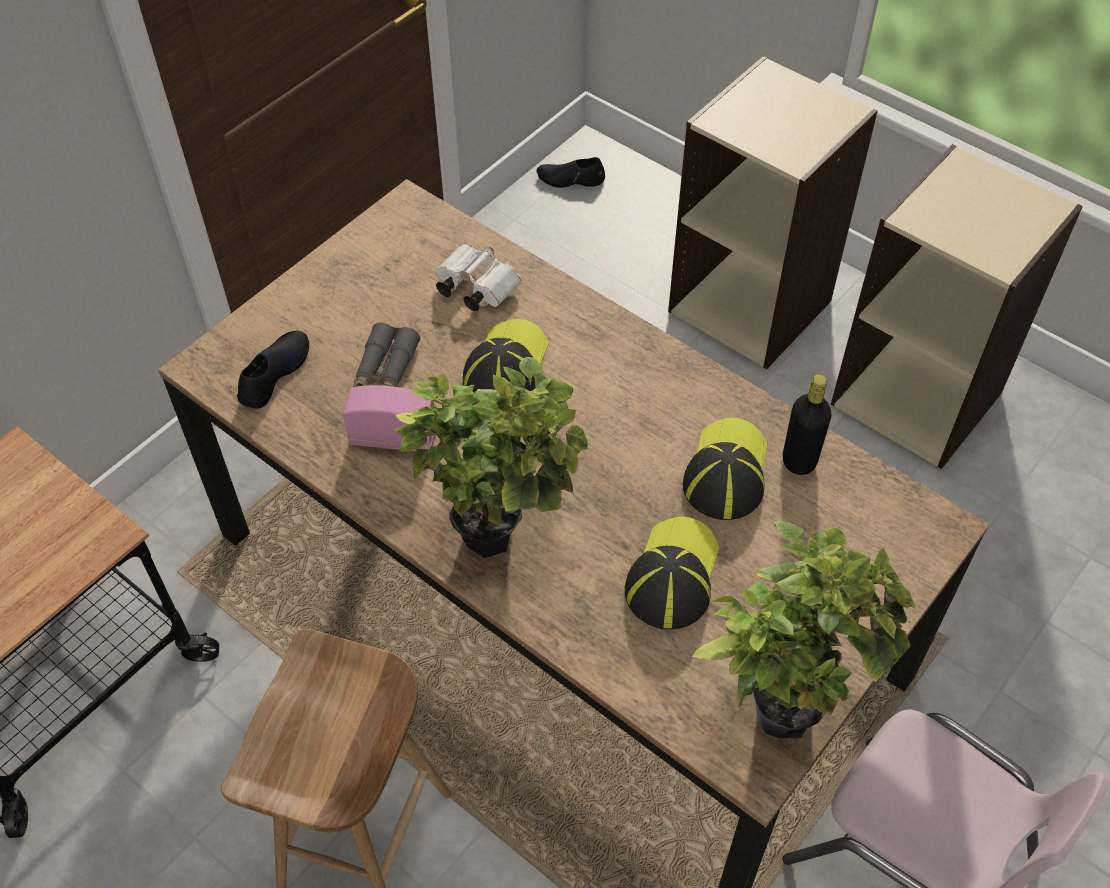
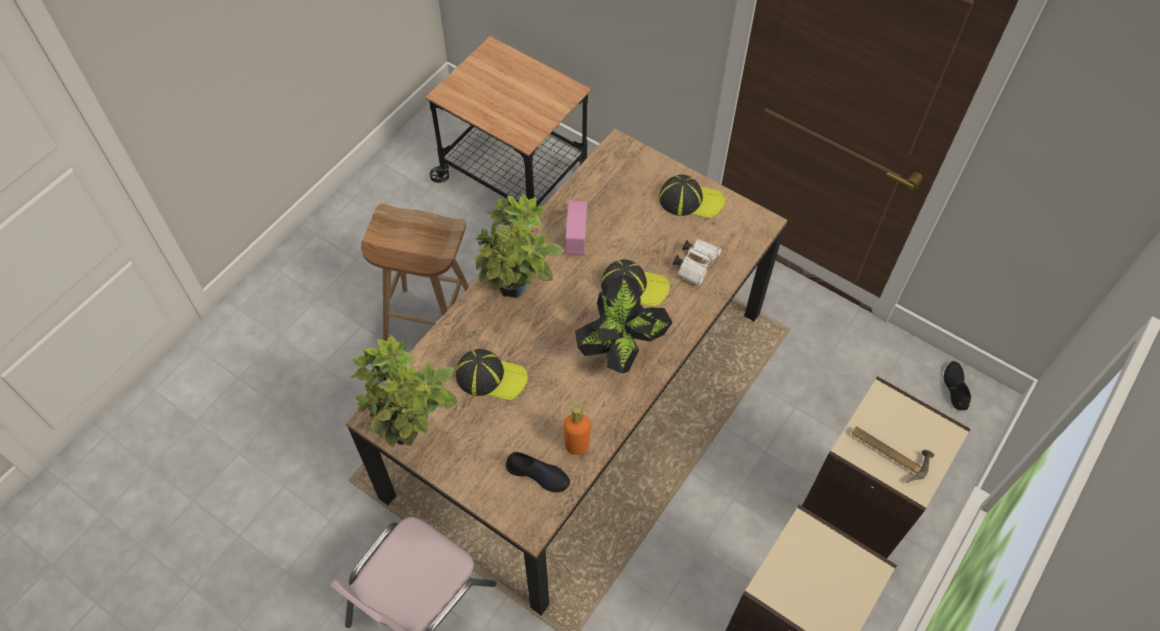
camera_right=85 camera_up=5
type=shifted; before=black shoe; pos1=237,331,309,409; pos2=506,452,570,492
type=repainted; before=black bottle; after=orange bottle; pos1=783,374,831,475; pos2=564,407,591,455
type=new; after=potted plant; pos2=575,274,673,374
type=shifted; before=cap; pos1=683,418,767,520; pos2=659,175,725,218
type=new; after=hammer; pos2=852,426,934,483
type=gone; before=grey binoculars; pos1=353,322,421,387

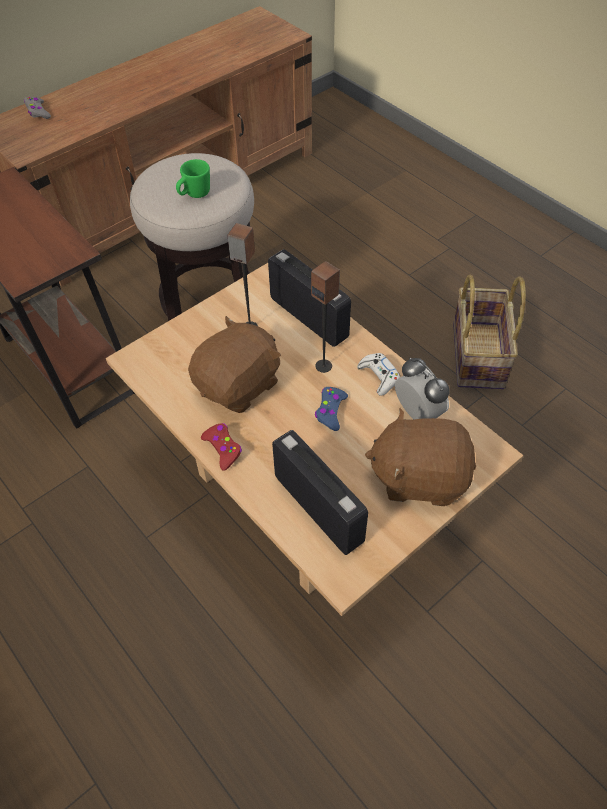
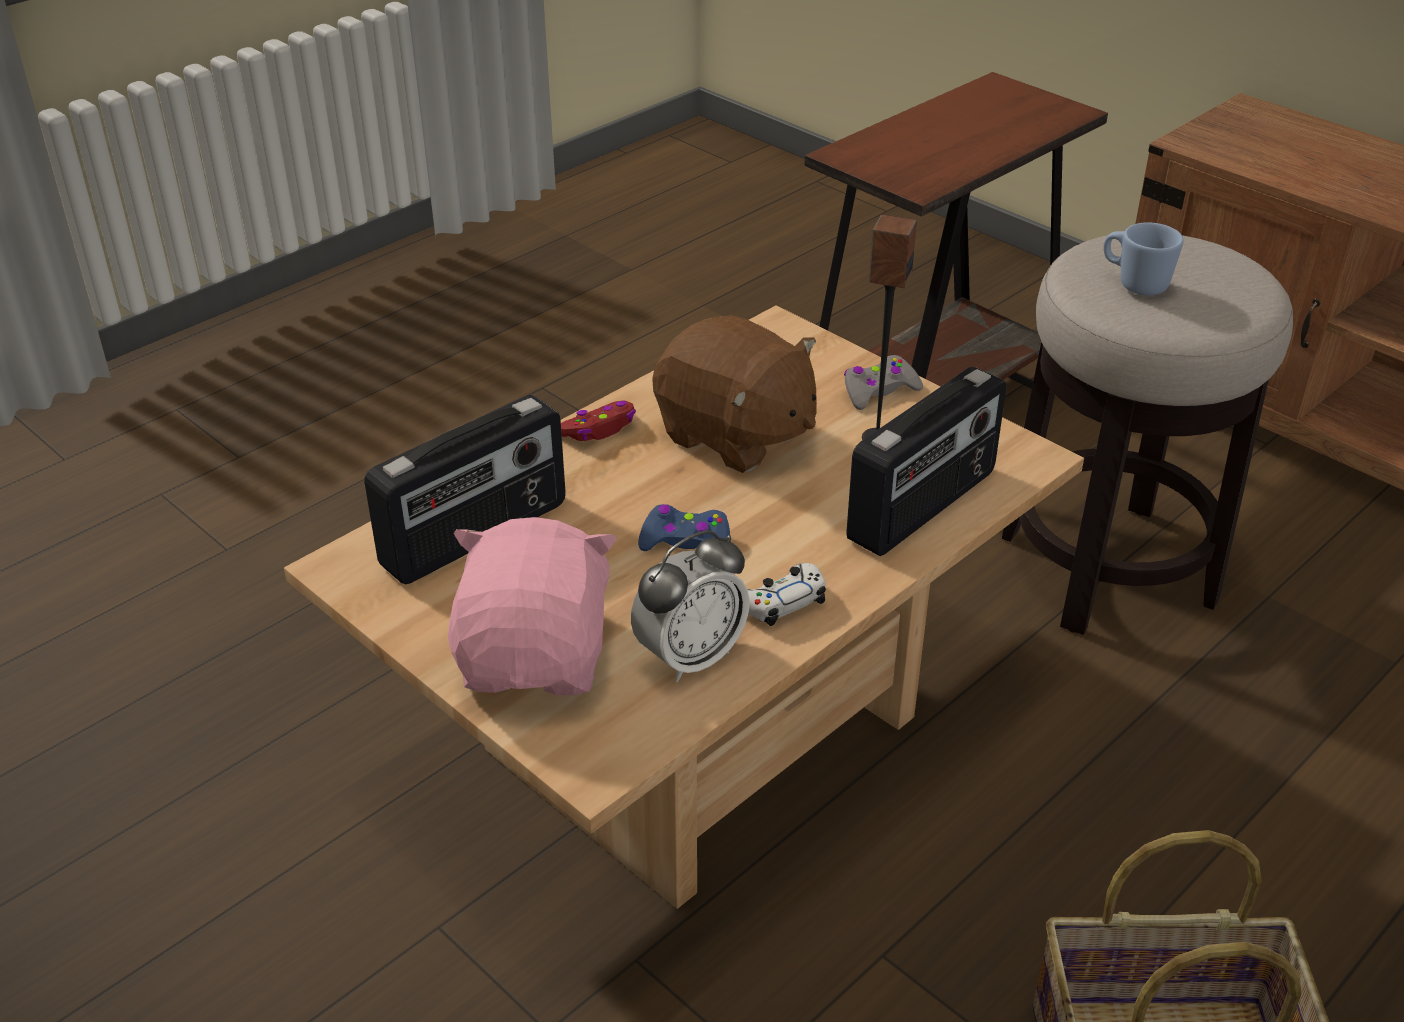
camera_right=85 camera_up=-15
type=repainted; before=brown plush toy; after=pink plush toy; pos1=365,408,476,506; pos2=448,517,617,695
type=shifted; before=grey game controller; pos1=24,97,51,119; pos2=844,355,923,410
type=repainted; before=green mug; after=blue mug; pos1=176,159,210,198; pos2=1104,223,1184,295
type=gone; before=speaker; pos1=311,261,340,373

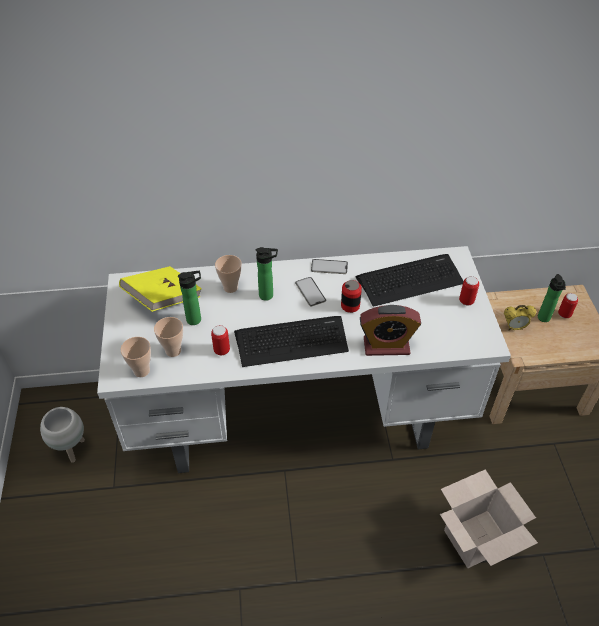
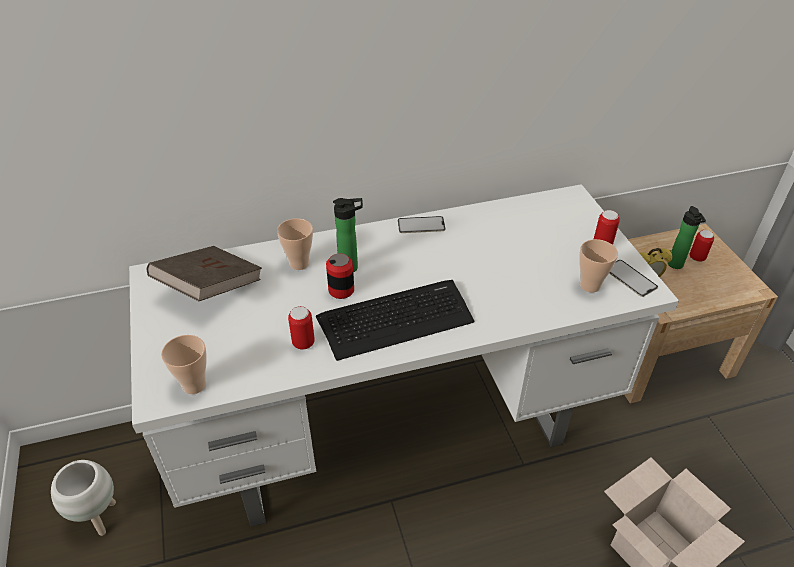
camera_right=-10 camera_up=-5
type=repainted; before=yellow book; after=brown book; pos1=119,266,202,312; pos2=147,246,262,301
type=shifted; before=can; pos1=341,280,362,313; pos2=326,253,354,299
type=shifted; before=cup; pos1=154,317,183,357; pos2=579,239,618,292
type=shifted; before=phone; pos1=295,277,326,307; pos2=609,260,658,297
type=gone; before=bottle; pos1=178,271,201,325
type=gone; before=keyboard; pos1=356,254,463,307
type=gone; before=alarm clock; pos1=360,305,421,356

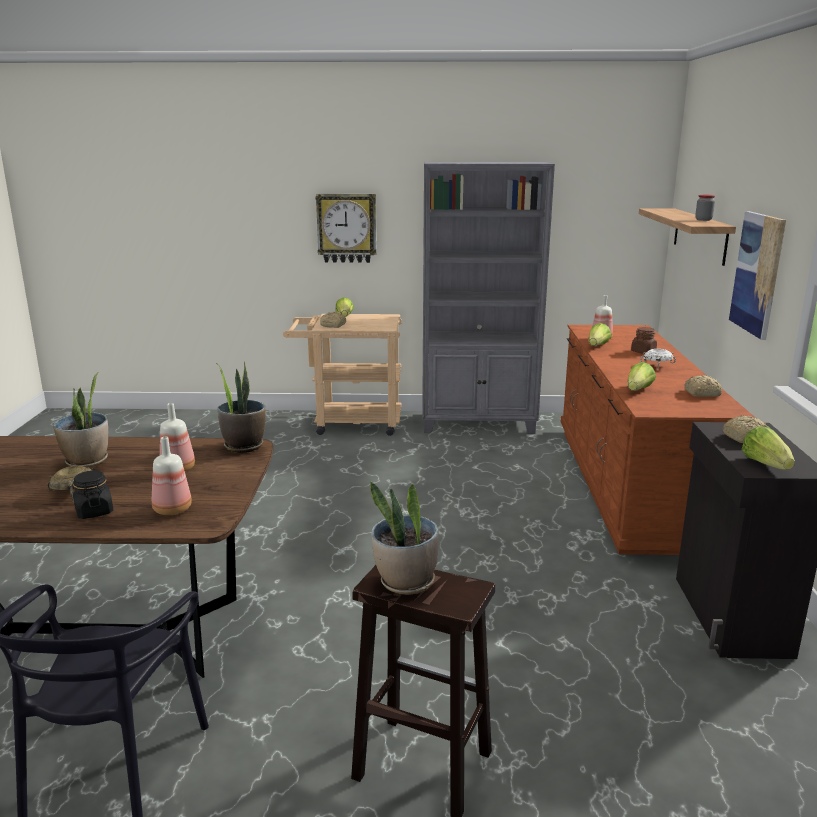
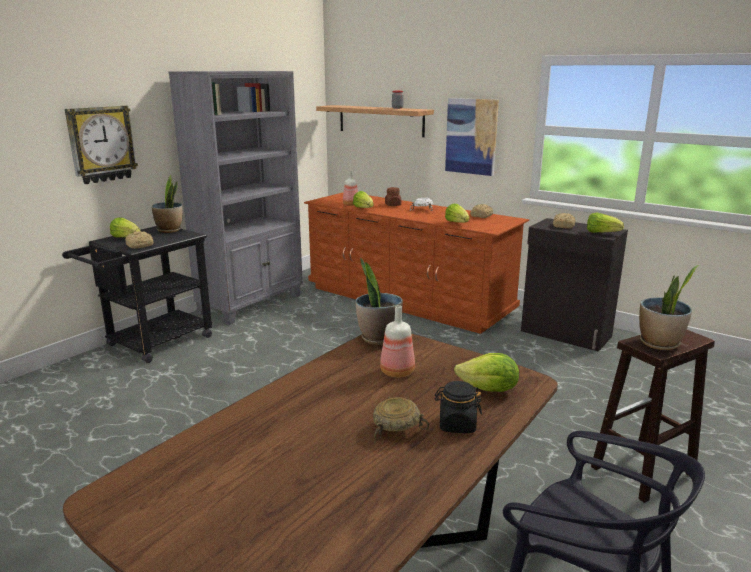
camera_right=-55 camera_up=0
type=repainted; before=beige cart; after=black cart; pos1=283,314,402,436; pos2=62,226,212,363
type=shifted; before=potted plant; pos1=53,372,109,468; pos2=151,175,183,233
type=swapped; before=bottle; after=lettuce; pos1=152,437,192,515; pos2=454,353,519,392

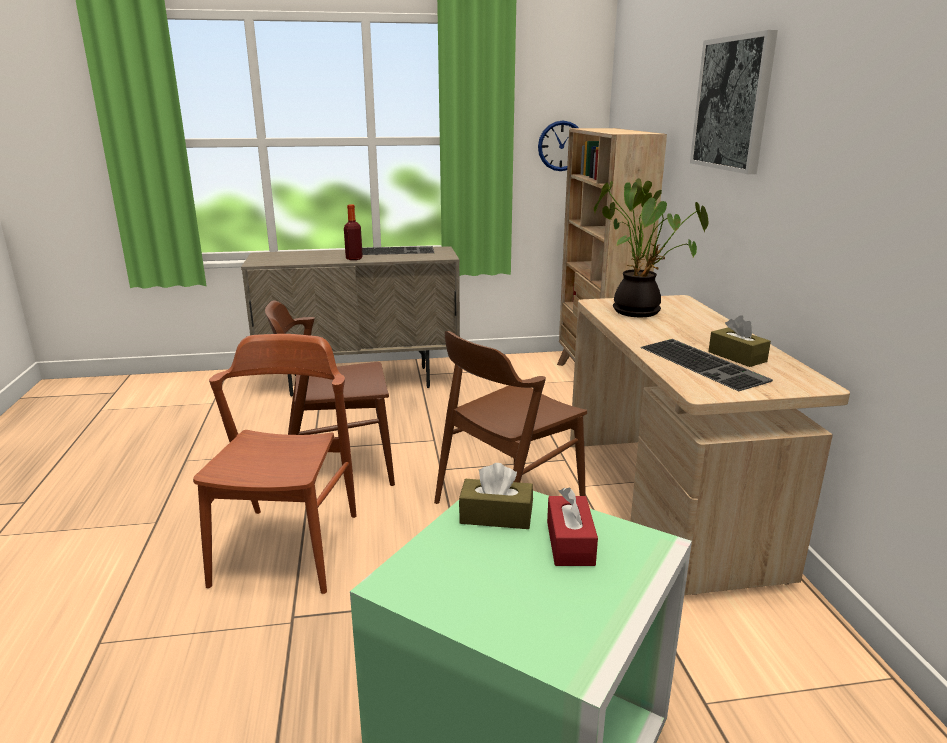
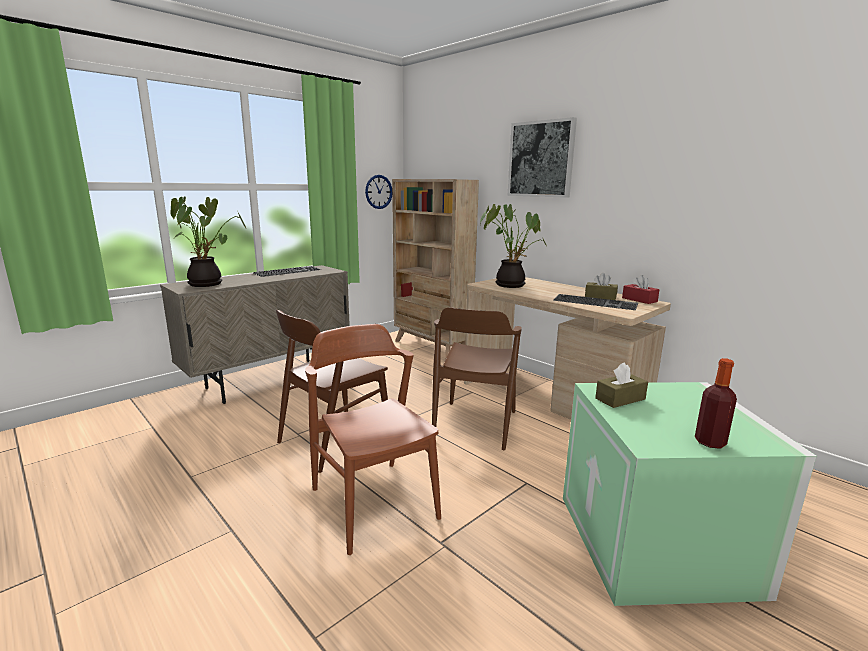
camera_right=-35 camera_up=-5
type=new; after=potted plant; pos2=170,196,246,287
type=shifted; before=red tissue box; pos1=547,487,598,566; pos2=622,275,660,304
type=shifted; before=bottle; pos1=344,204,363,260; pos2=695,358,737,449

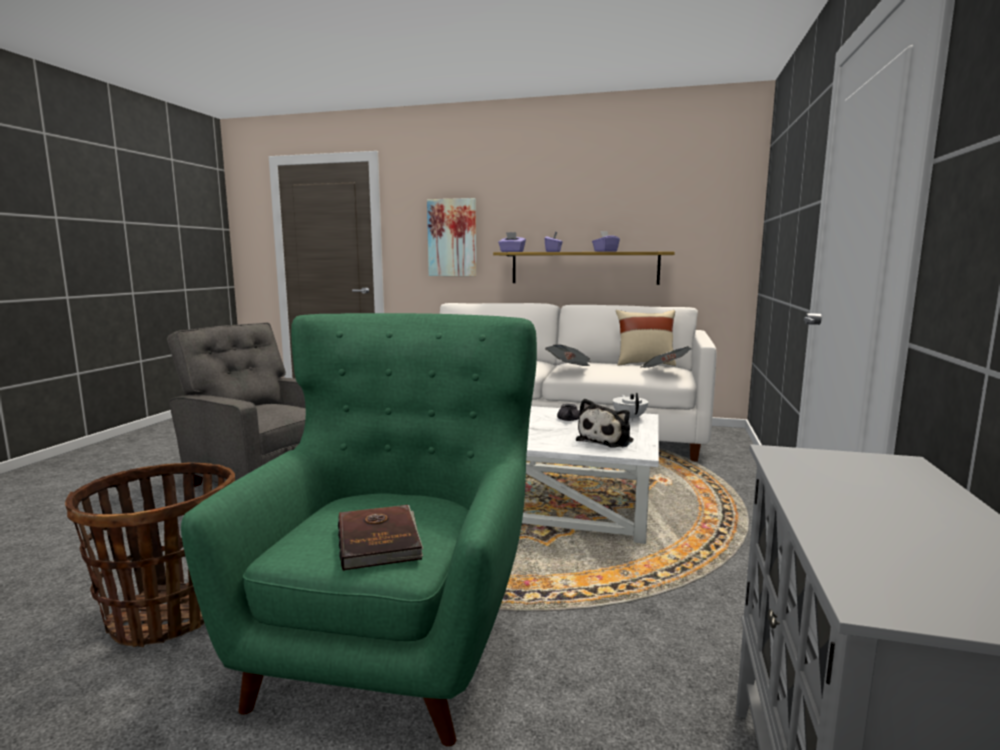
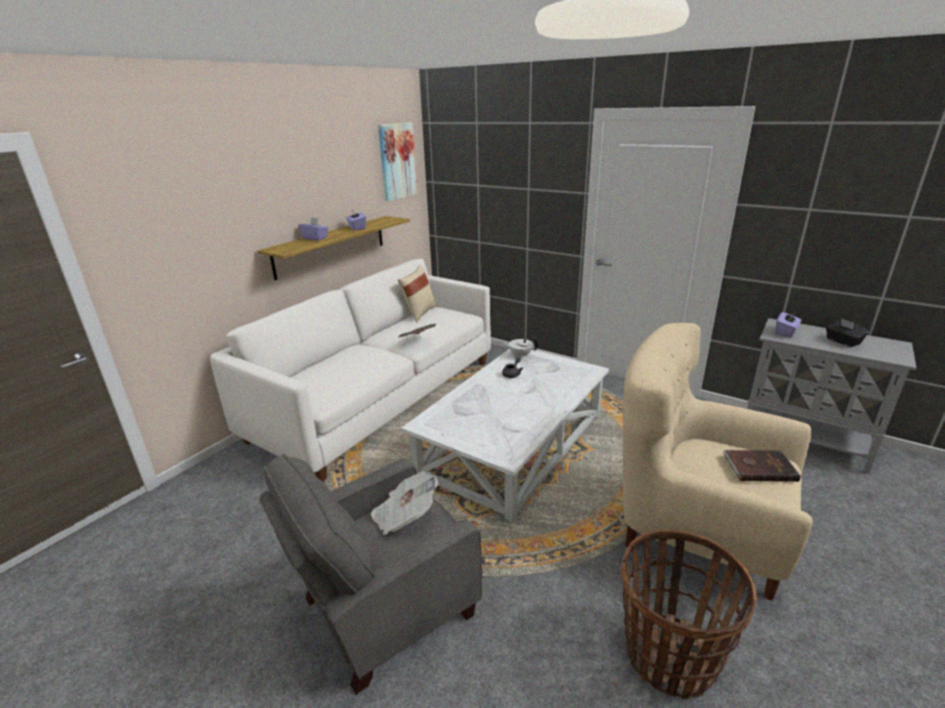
camera_right=-70 camera_up=15
type=shifted; before=newspaper; pos1=640,346,692,368; pos2=371,471,439,535
type=shifted; before=picture; pos1=427,198,476,276; pos2=378,122,418,201
type=repainted; before=green armchair; after=beige armchair; pos1=181,313,537,747; pos2=623,323,812,600
type=shifted; before=purple tissue box; pos1=498,232,526,252; pos2=775,311,801,337
type=new; after=black tissue box; pos2=826,318,869,347
type=gone; before=plush toy; pos1=576,399,633,448

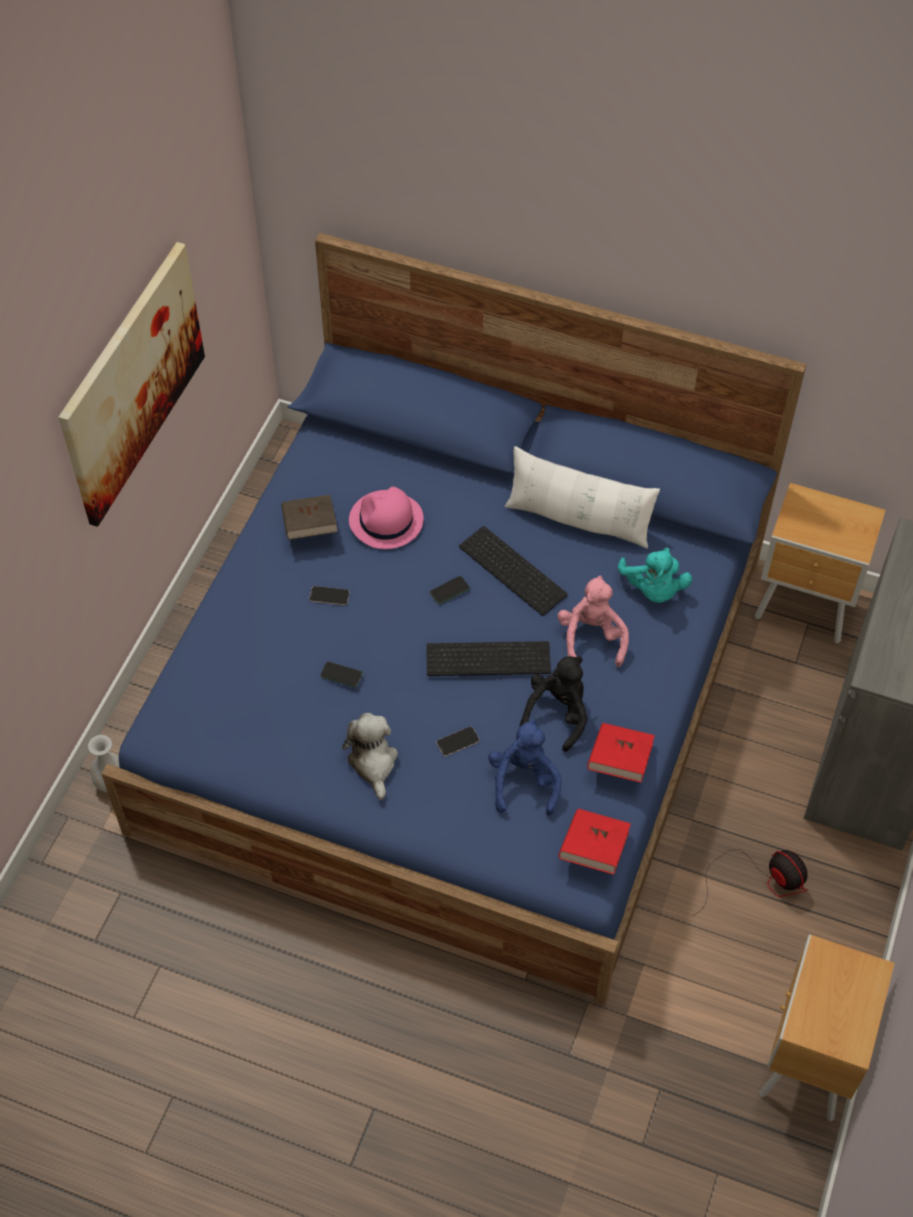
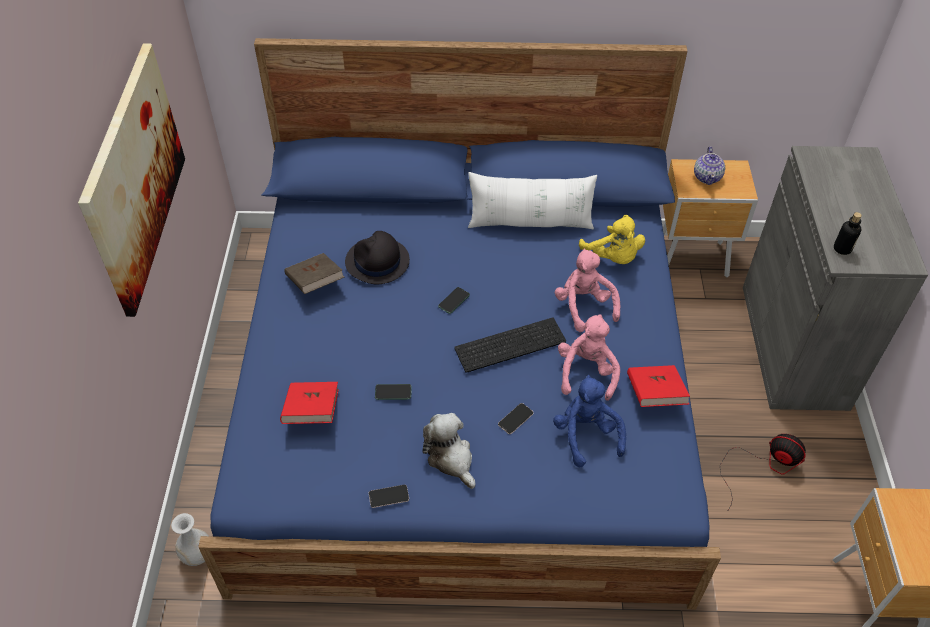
camera_right=-20 camera_up=-5
type=shifted; before=red book; pos1=559,809,631,875; pos2=280,382,339,424
type=repainted; before=pink hat; after=black hat; pos1=349,487,424,549; pos2=345,231,410,284
type=shifted; before=phone; pos1=309,586,350,605; pos2=369,485,409,508
type=repainted; before=black plush toy; after=pink plush toy; pos1=519,656,588,752; pos2=558,314,620,401
type=repainted; before=turquoise plush toy; after=yellow plush toy; pos1=618,548,692,603; pos2=579,215,645,264
type=new; after=teapot; pos2=694,147,725,185
type=new; after=bottle; pos2=834,212,862,255
type=gone; before=keyboard; pos1=459,526,568,616

